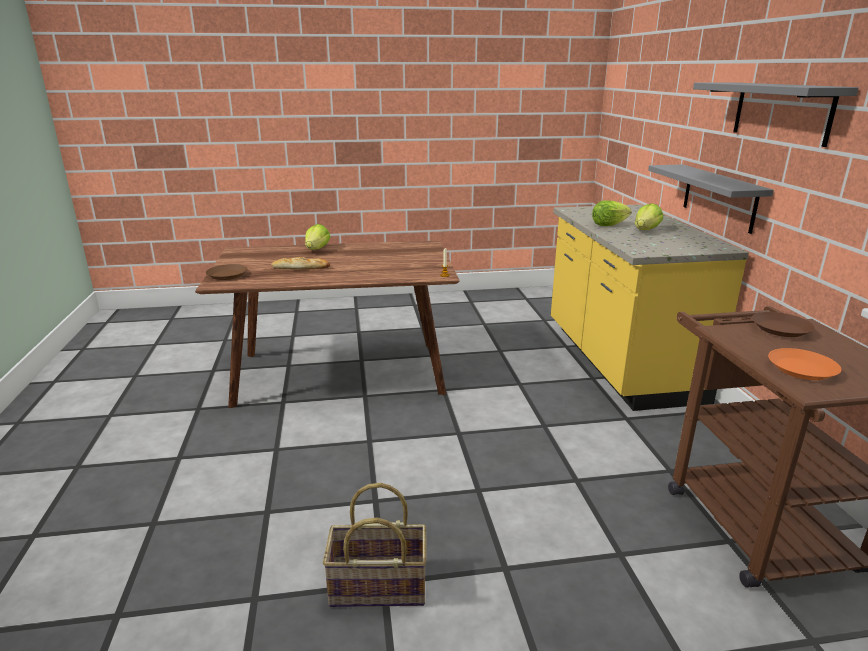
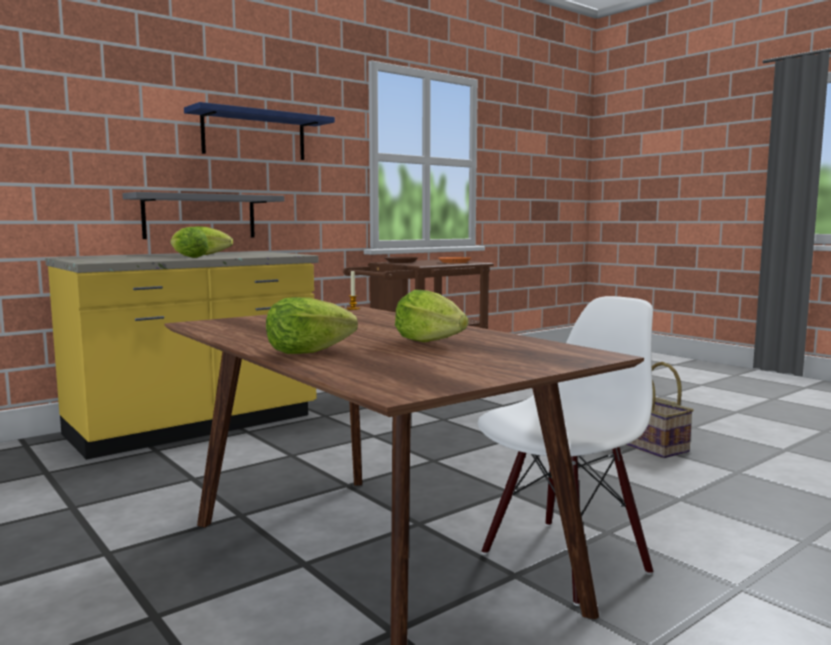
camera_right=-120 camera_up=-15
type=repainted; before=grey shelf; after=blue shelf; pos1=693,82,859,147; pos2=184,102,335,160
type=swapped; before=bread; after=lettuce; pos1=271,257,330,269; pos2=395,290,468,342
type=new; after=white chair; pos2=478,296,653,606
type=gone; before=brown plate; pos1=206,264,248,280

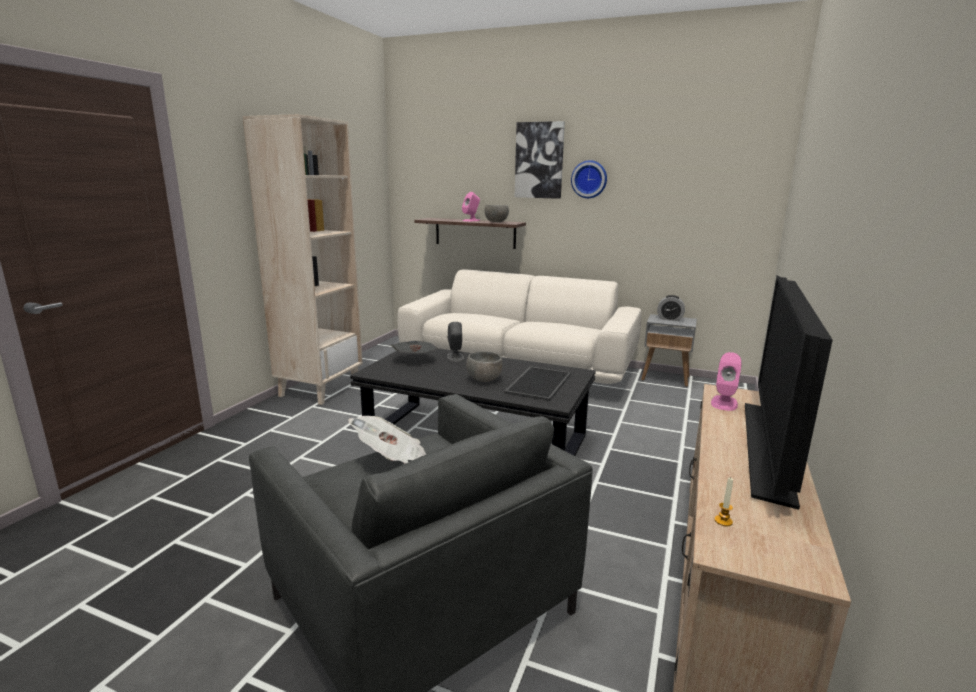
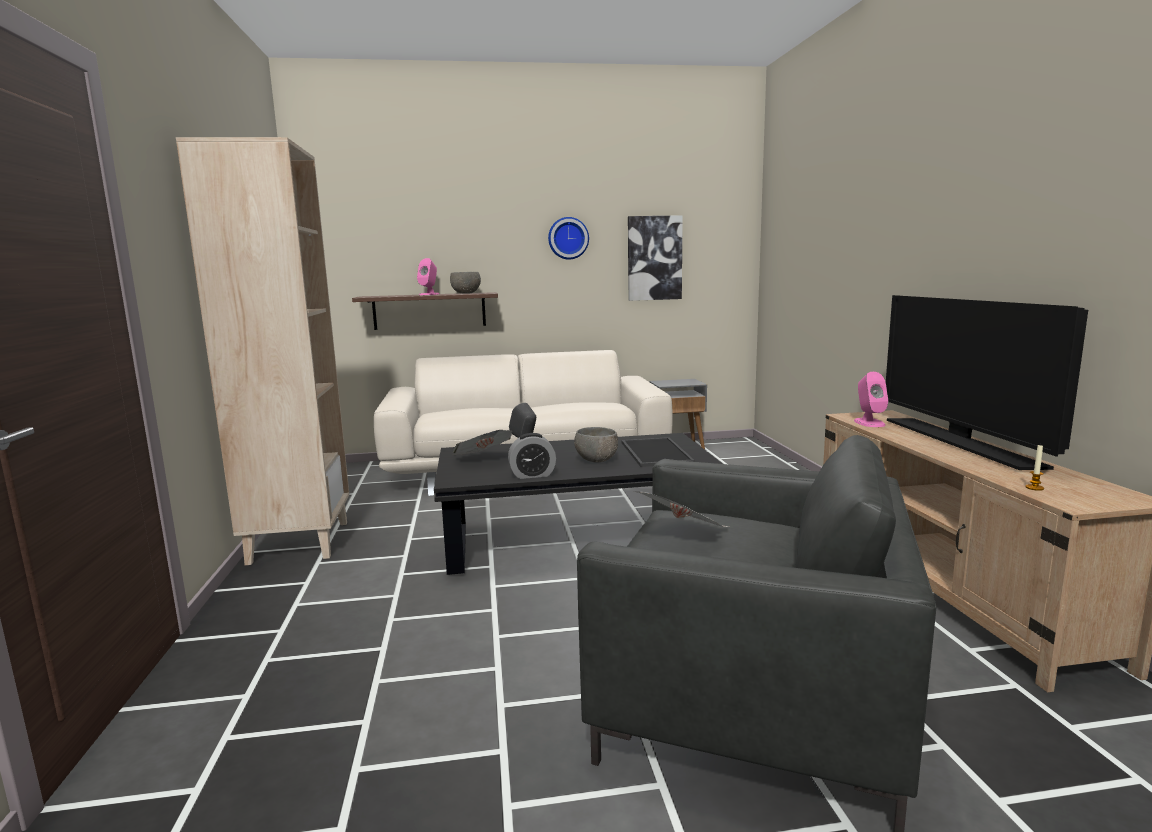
camera_right=-30 camera_up=-5
type=shifted; before=alarm clock; pos1=657,295,685,321; pos2=508,433,556,479
type=shifted; before=picture; pos1=515,121,565,199; pos2=628,215,683,301

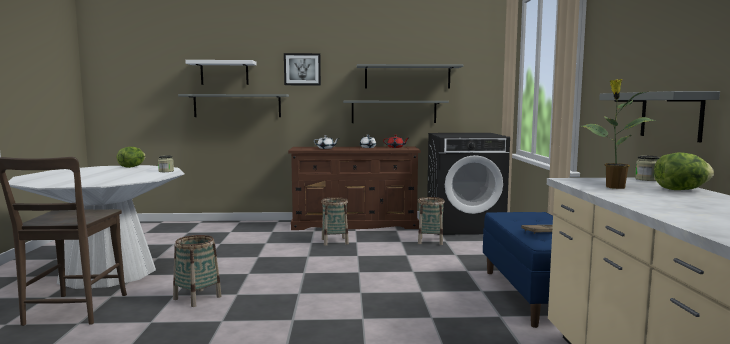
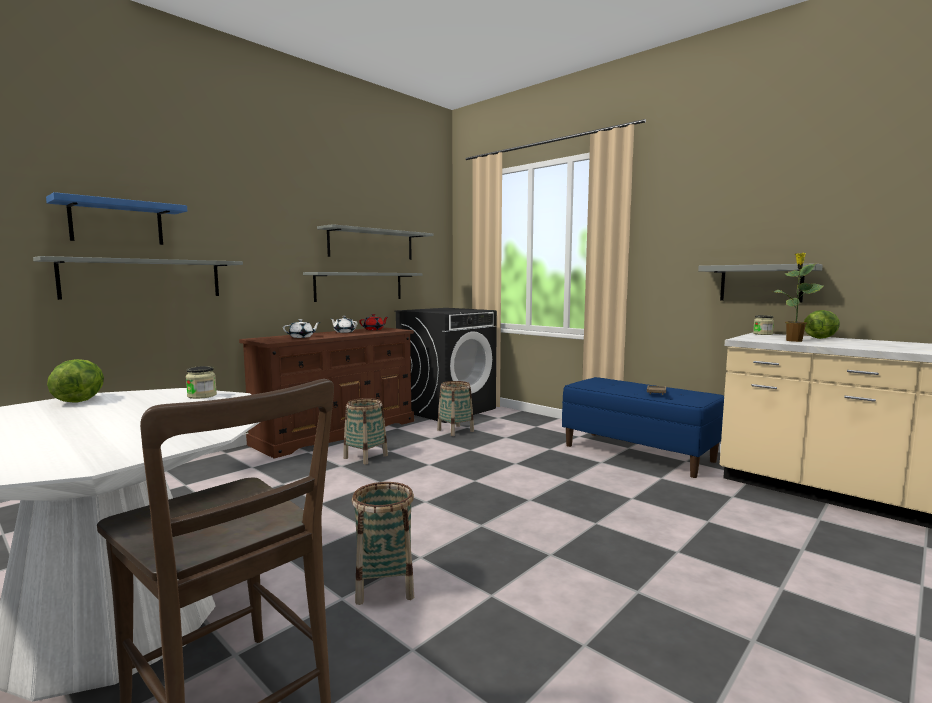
camera_right=-45 camera_up=0
type=repainted; before=white shelf; after=blue shelf; pos1=185,60,257,85; pos2=46,192,187,245
type=gone; before=picture; pos1=284,53,321,85

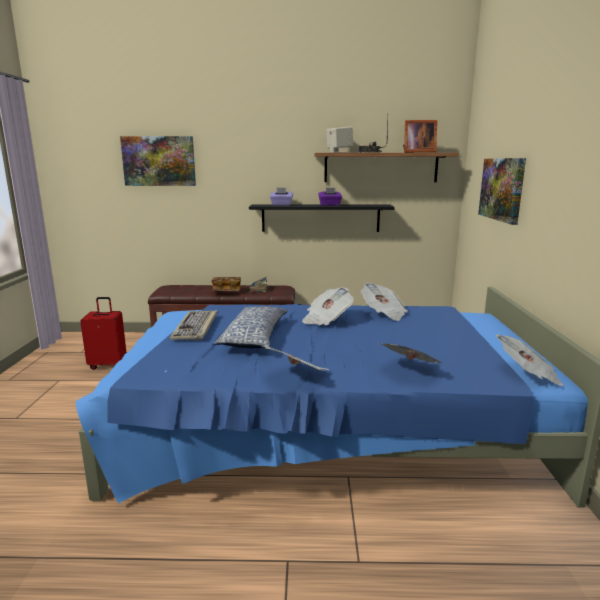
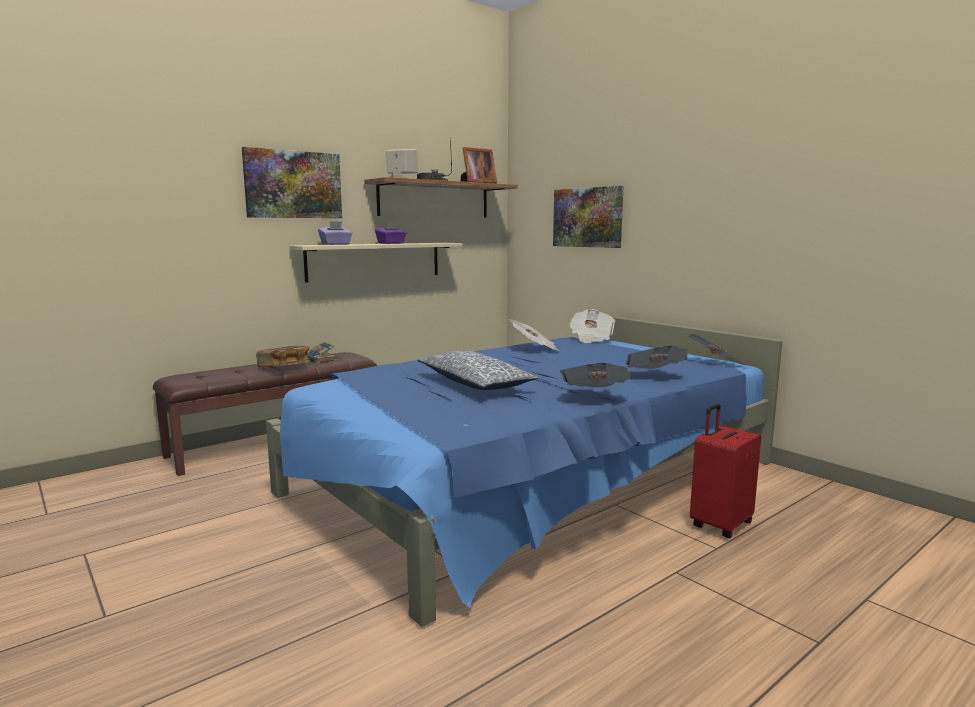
camera_right=-40 camera_up=-5
type=shifted; before=picture; pos1=120,136,196,186; pos2=242,147,342,218
type=repainted; before=black shelf; after=beige shelf; pos1=249,204,395,232; pos2=289,243,463,283
type=shifted; before=newspaper; pos1=302,287,354,325; pos2=569,309,615,343
type=shifted; before=red suitcase; pos1=80,297,127,370; pos2=690,404,761,538
type=gone; before=keyboard; pos1=170,310,217,340

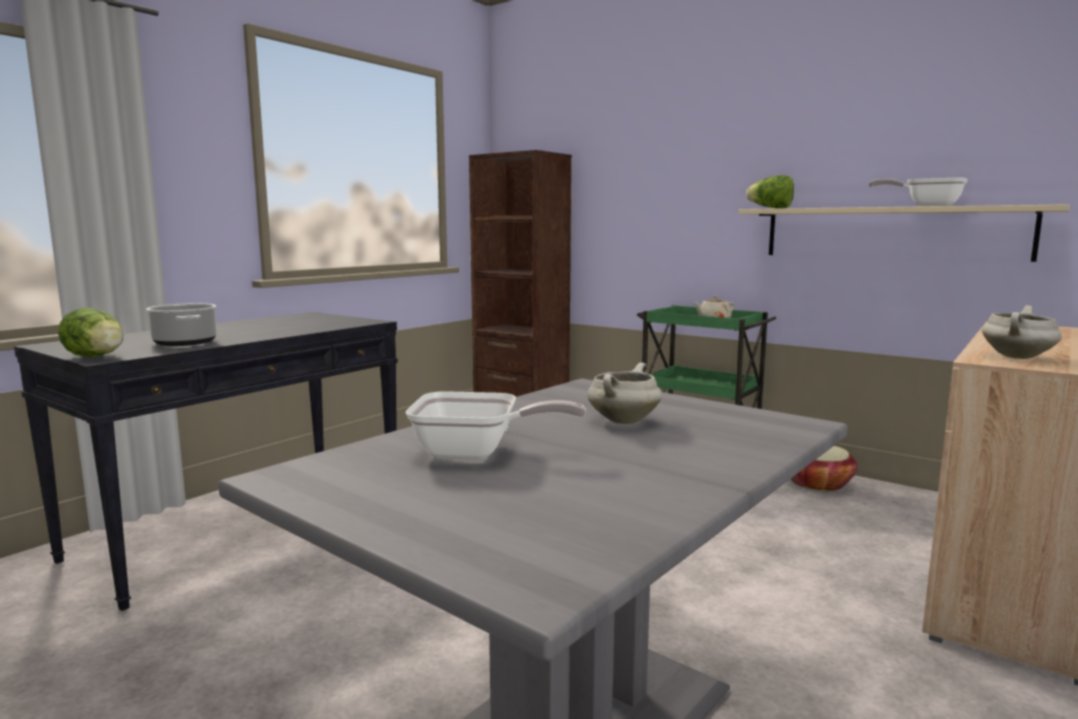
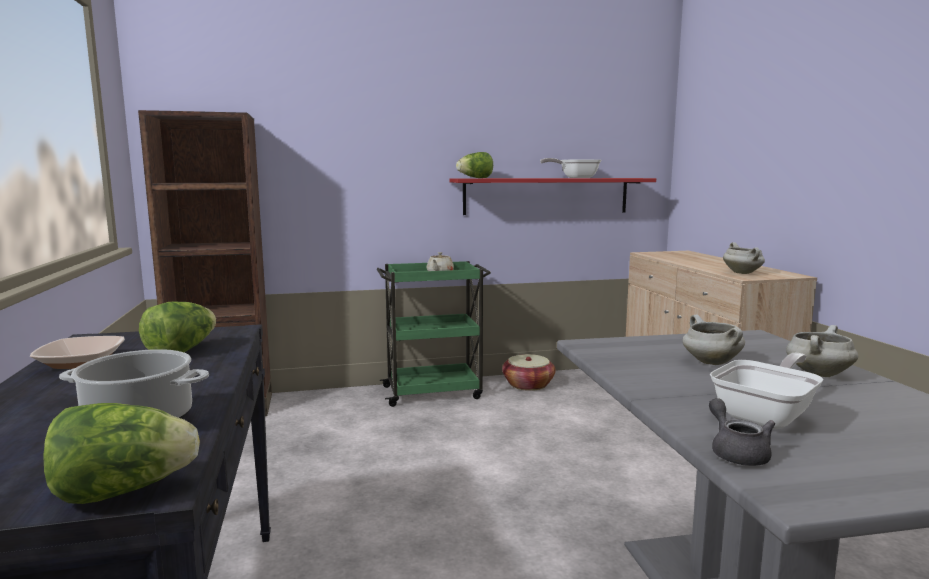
camera_right=-50 camera_up=0
type=new; after=bowl; pos2=30,336,125,369
type=new; after=lettuce; pos2=139,302,216,352
type=repainted; before=beige shelf; after=red shelf; pos1=739,204,1070,262; pos2=450,178,656,215
type=new; after=grey teapot; pos2=709,398,775,466
type=new; after=white cooking pot; pos2=786,325,858,377

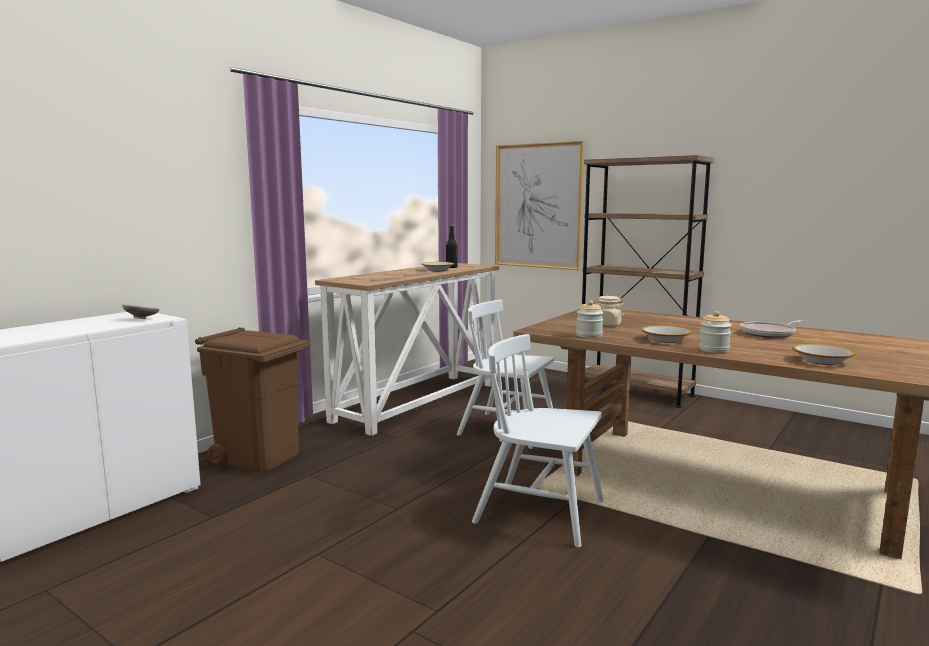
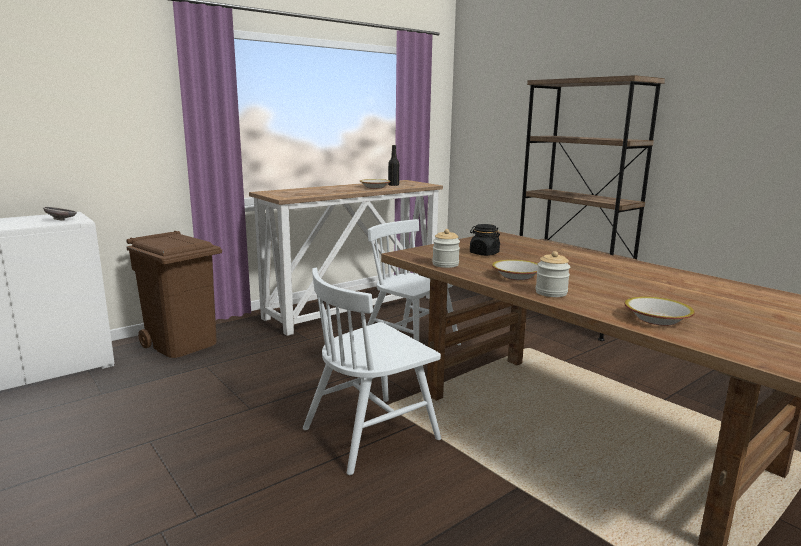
camera_right=15 camera_up=5
type=rotated; before=white chair; pos1=472,334,604,548; pos2=303,268,441,475; turn=-75
type=repainted; before=beige jar; after=black jar; pos1=593,296,624,326; pos2=470,224,500,256
type=gone; before=picture; pos1=495,141,584,270
type=gone; before=frying pan; pos1=740,320,803,338

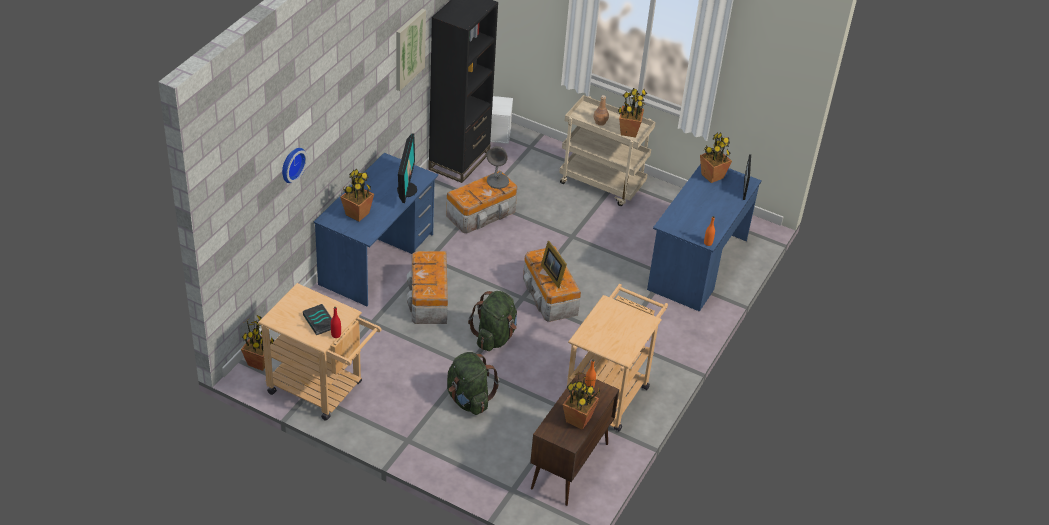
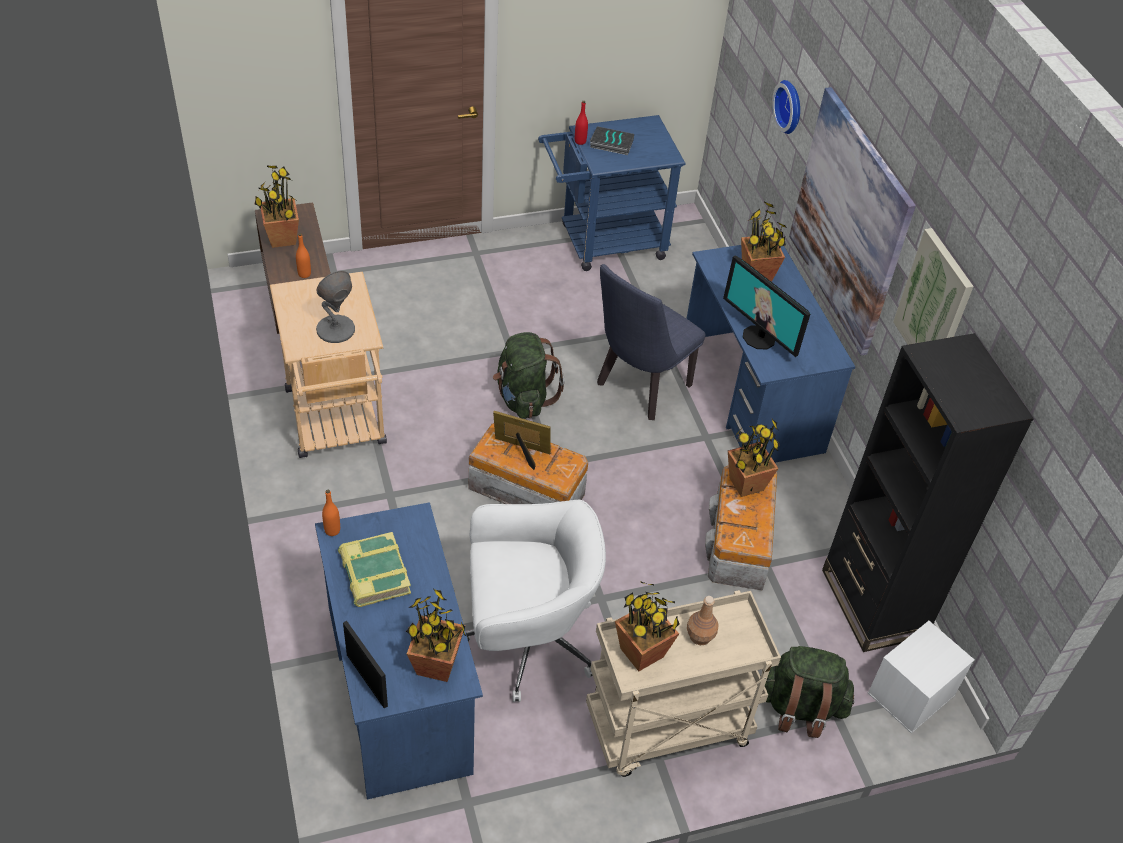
camera_right=135 camera_up=5
type=shifted; before=grey table lamp; pos1=486,146,509,189; pos2=316,271,355,343
type=new; after=book; pos2=338,532,411,607
type=new; after=white office chair; pos2=466,500,606,702
type=repainted; before=beige cart; after=blue cart; pos1=258,283,381,421; pos2=538,115,686,271
type=swapped; before=storage box; after=blue chair; pos1=407,251,448,324; pos2=597,264,706,420
type=shifted; before=potted plant; pos1=241,315,274,371; pos2=728,419,780,497
type=shifted; before=green backpack; pos1=447,352,499,415; pos2=760,646,855,738
type=new; after=picture; pos2=789,87,916,355

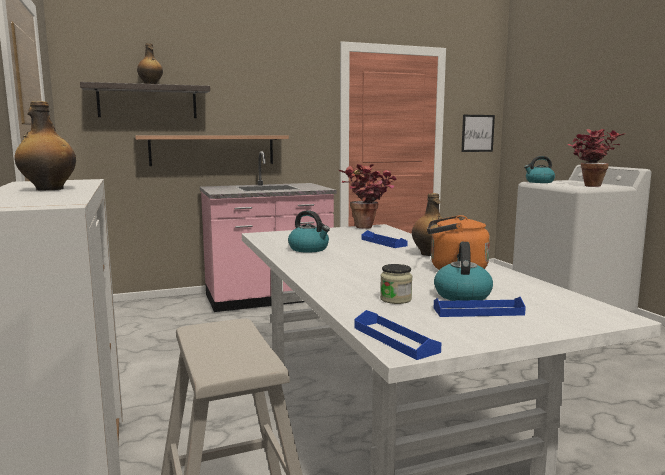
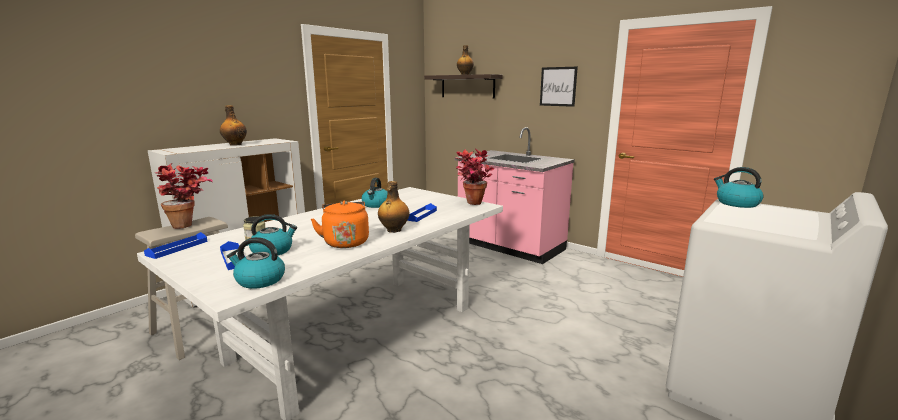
camera_right=60 camera_up=5
type=shifted; before=potted plant; pos1=567,129,625,187; pos2=156,163,213,229
type=new; after=kettle; pos2=227,237,285,289
type=shifted; before=picture; pos1=461,115,495,152; pos2=540,67,578,107
type=gone; before=shelf; pos1=135,135,289,166

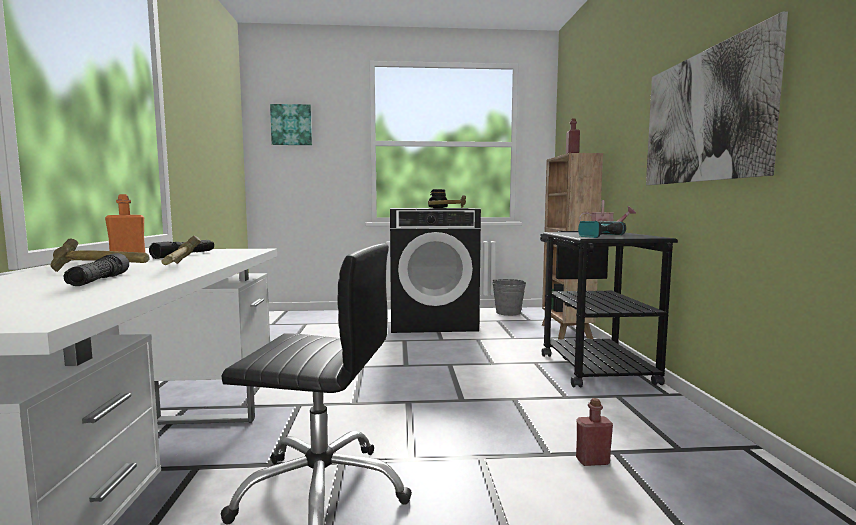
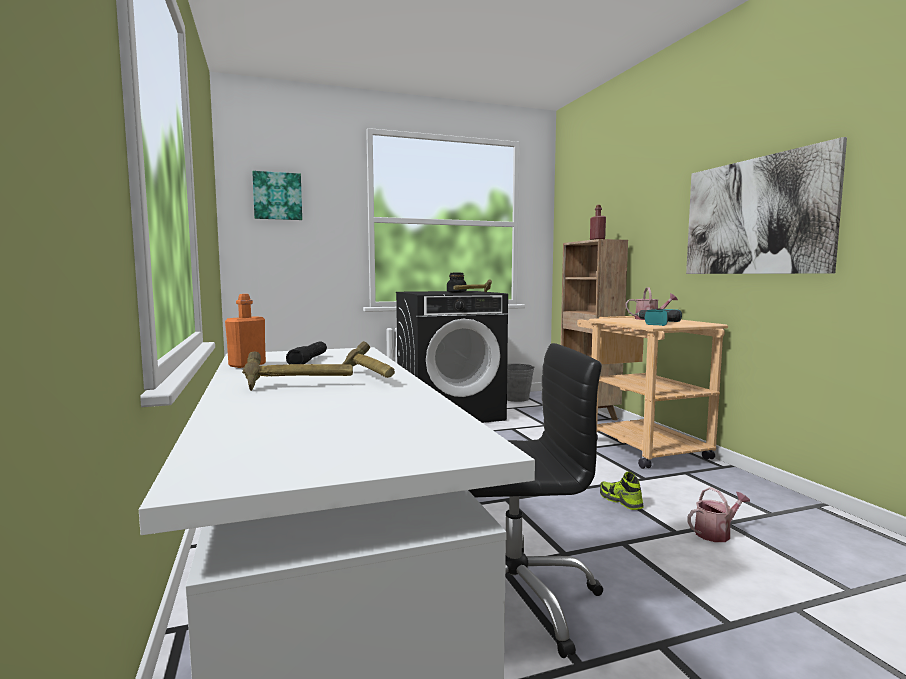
camera_right=-15 camera_up=0
type=repainted; before=black cart; after=beige cart; pos1=540,231,678,387; pos2=577,316,728,469
type=new; after=shoe; pos2=600,472,644,510
type=swapped; before=red bottle; after=watering can; pos1=576,398,613,466; pos2=688,487,750,542
type=gone; before=black flashlight; pos1=63,253,129,286

